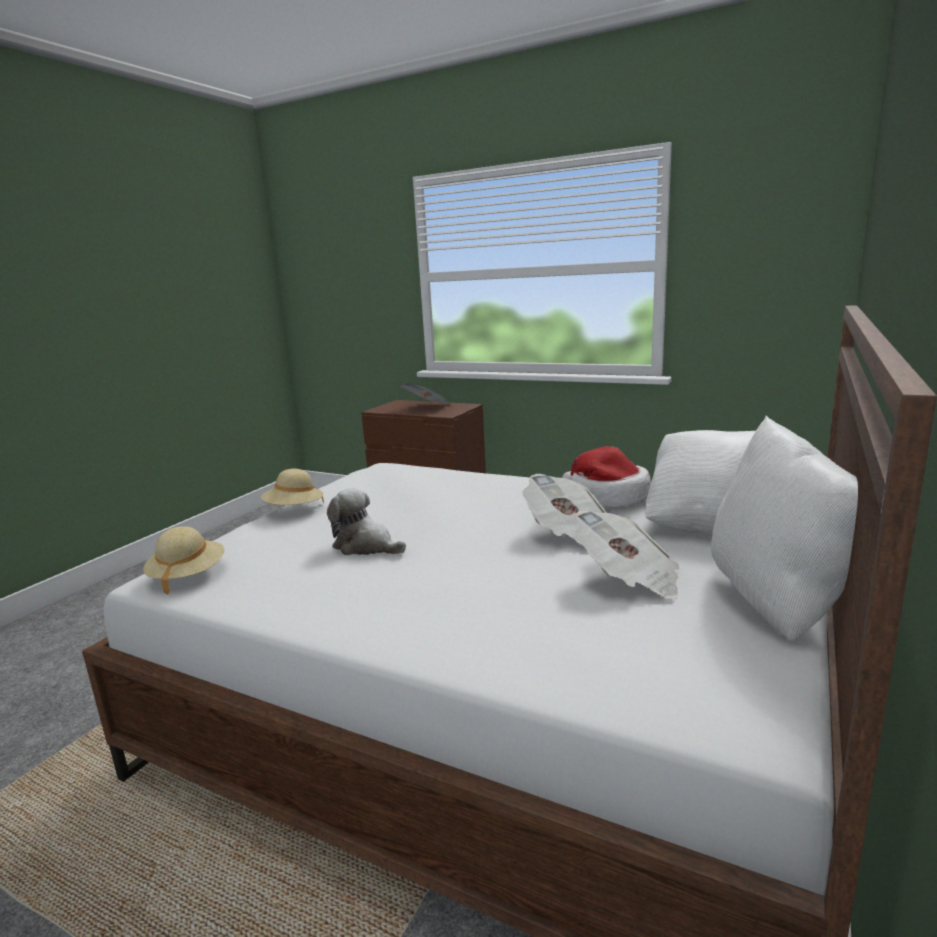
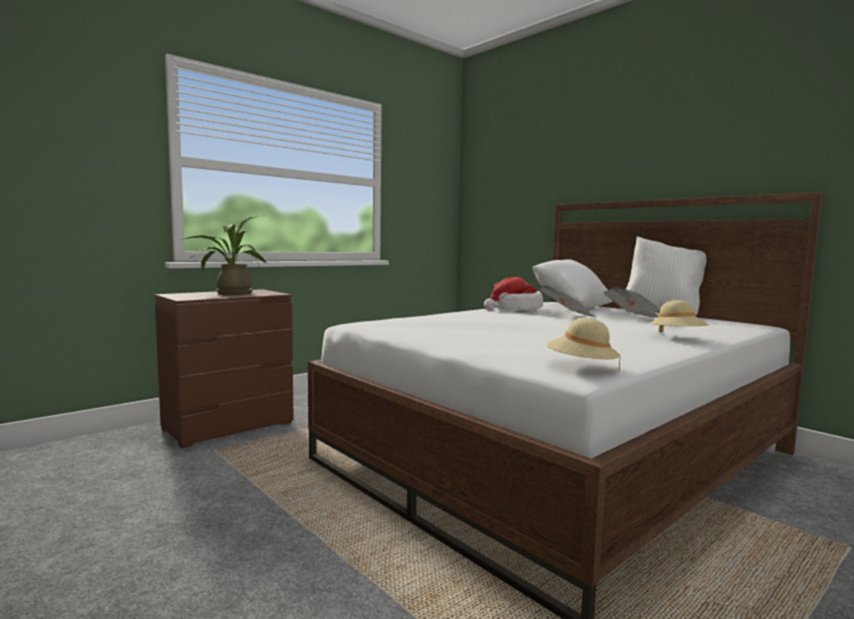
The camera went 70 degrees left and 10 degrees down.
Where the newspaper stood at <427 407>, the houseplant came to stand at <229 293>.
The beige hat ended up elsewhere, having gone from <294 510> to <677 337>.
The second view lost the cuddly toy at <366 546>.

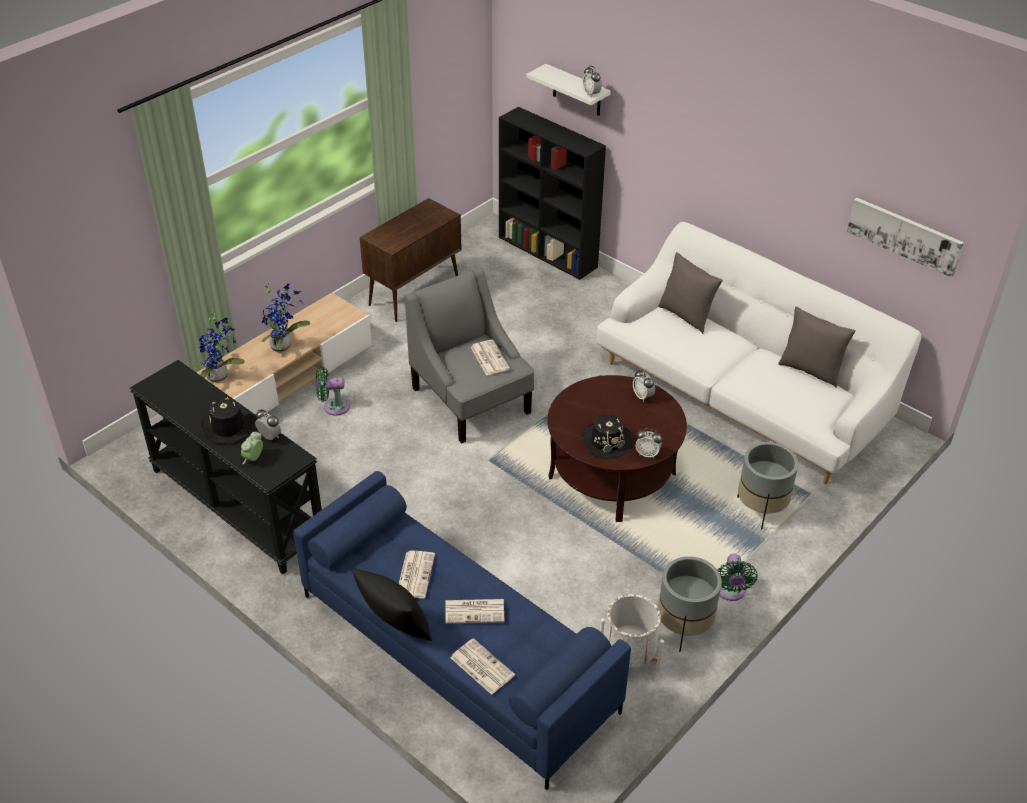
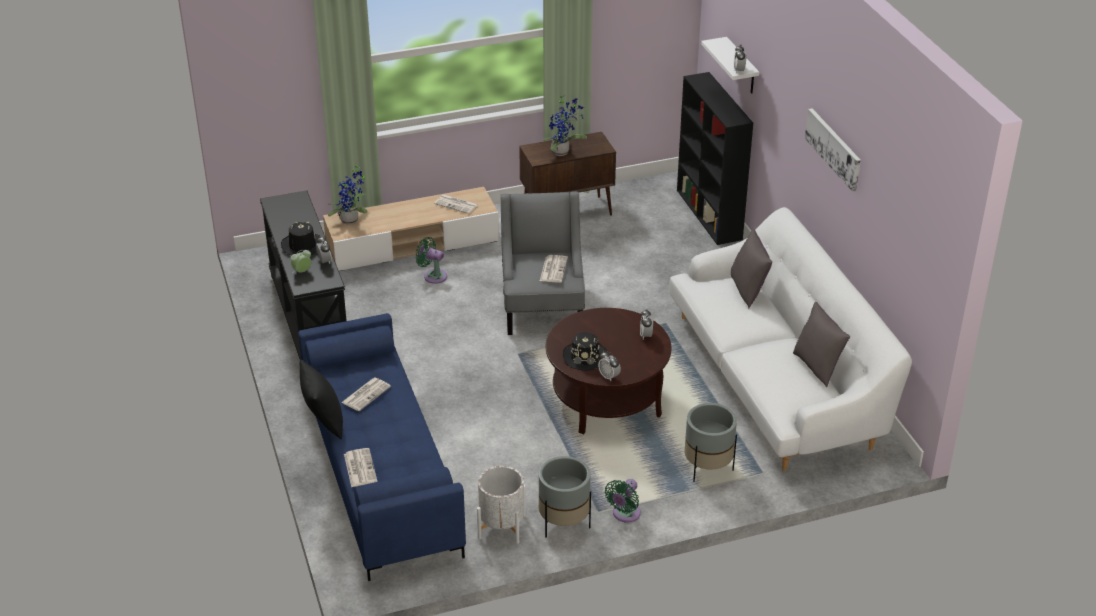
The camera went 30 degrees right and 5 degrees down.
The newspaper ended up elsewhere, having gone from <475 611> to <457 204>.
The houseplant ended up elsewhere, having gone from <283 345> to <562 152>.
The picture ended up elsewhere, having gone from <904 235> to <834 148>.

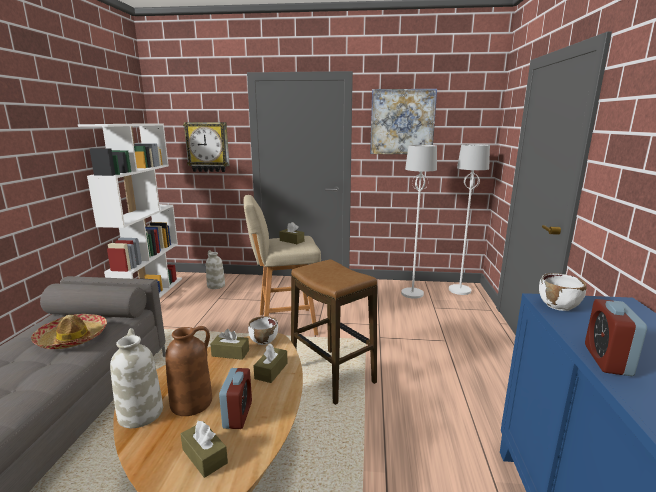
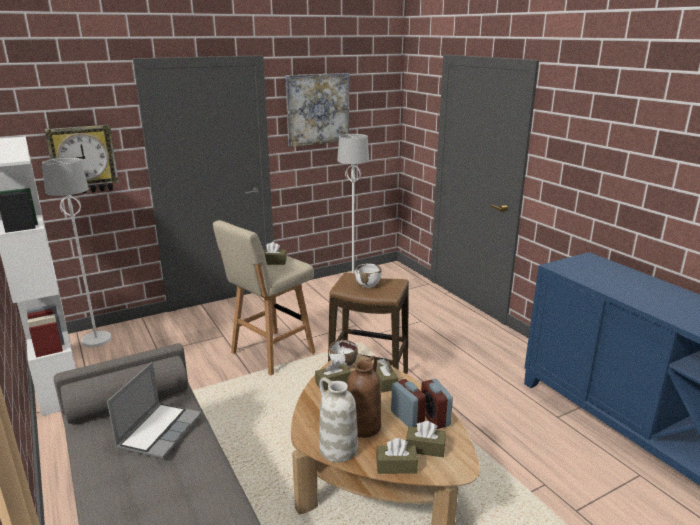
The camera went 35 degrees left and 5 degrees up.
The white standard lamp ended up elsewhere, having gone from <459 290> to <96 339>.
Where the hat stood at <72 338>, the notebook computer came to stand at <159 431>.
The white bowl ended up elsewhere, having gone from <558 305> to <368 284>.
The second view gained the brown tissue holder at <396 466>.
The alarm clock ended up elsewhere, having gone from <607 360> to <434 418>.
The second view lost the white decorative vase at <215 285>.

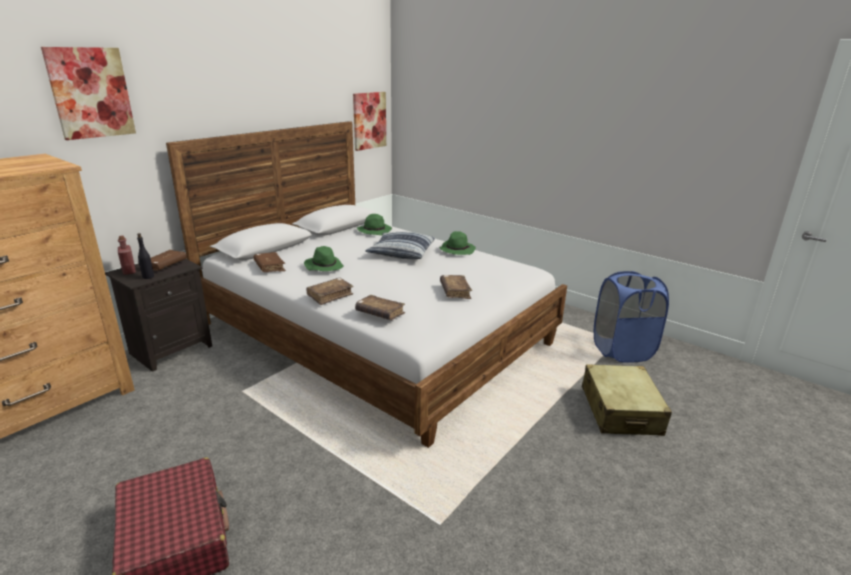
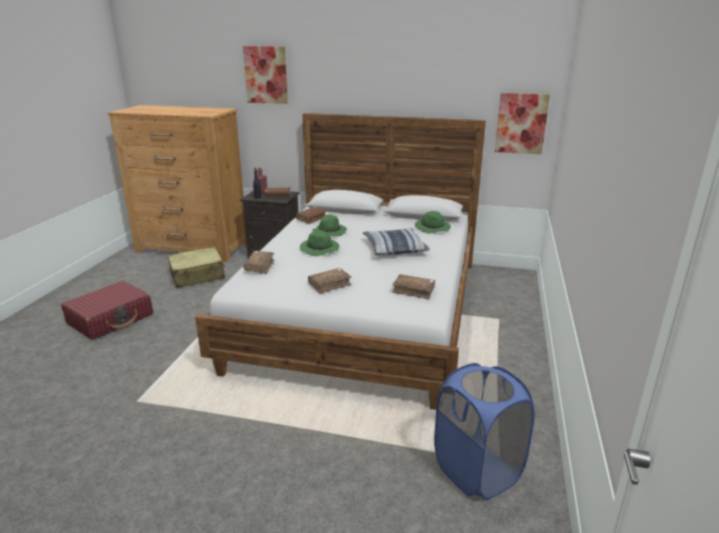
The camera went 65 degrees right and 0 degrees up.
The beige suitcase ended up elsewhere, having gone from <620 411> to <197 276>.
The green hat ended up elsewhere, having gone from <457 250> to <320 249>.
The brown book ended up elsewhere, having gone from <330 295> to <413 291>.

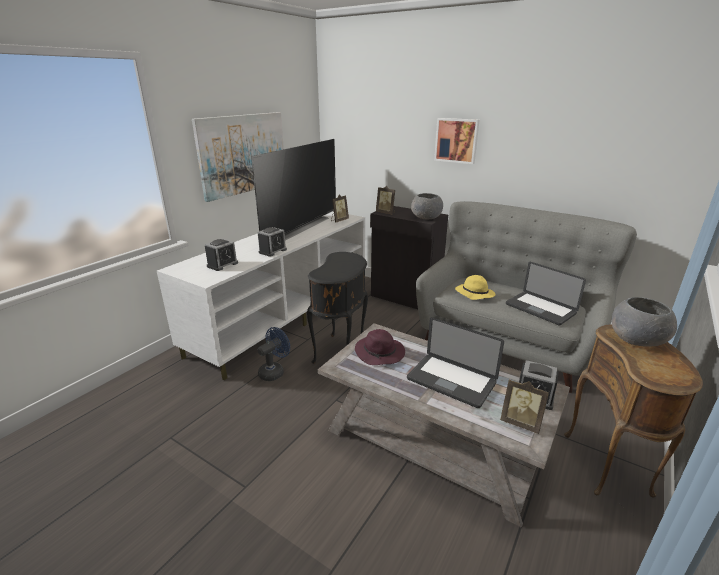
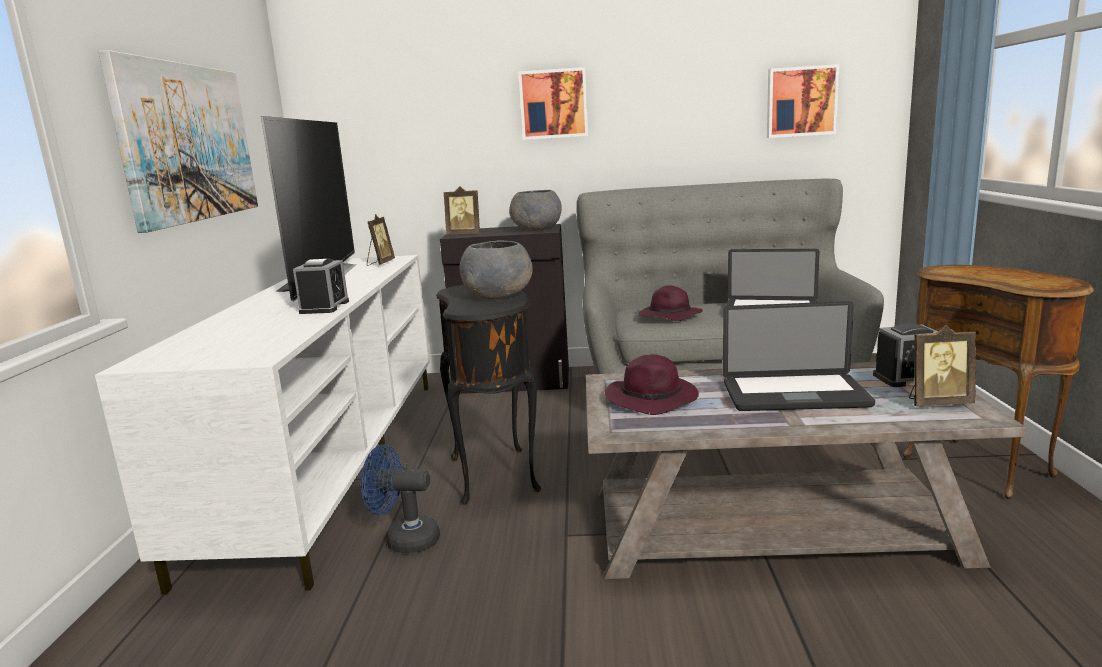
The camera went 30 degrees left and 10 degrees down.
The blue-coloured cooling fan at <274 371> ended up facing another way, 90 degrees counterclockwise from before.
The grey bowl ended up elsewhere, having gone from <638 340> to <499 295>.
What was the yellow hat at <474 293> turned into the purplish hat at <668 317>.
The second view gained the picture at <801 102>.
The second view lost the alarm clock at <222 265>.

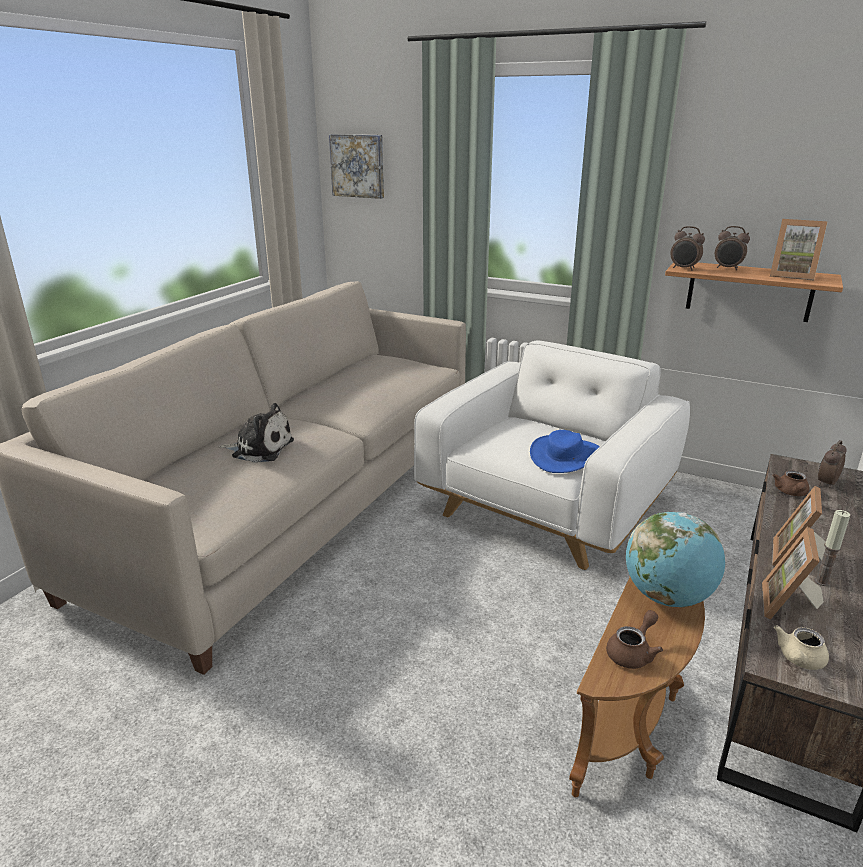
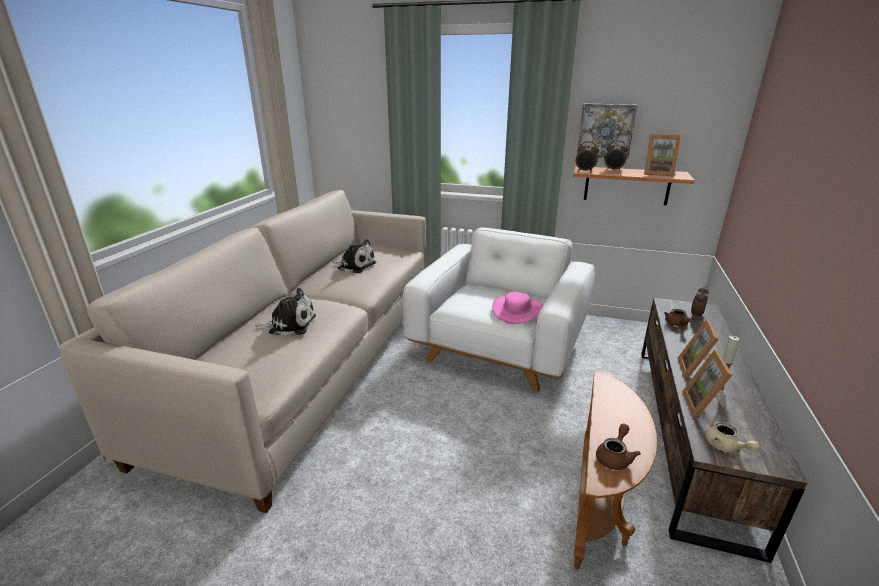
The camera went 10 degrees left and 0 degrees up.
The second view gained the cuddly toy at <355 266>.
What was the blue-coloured hat at <565 456> turned into the pink-coloured hat at <517 310>.
The picture ended up elsewhere, having gone from <358 166> to <605 130>.
The beige pot for tea at <798 660> ended up facing another way, 60 degrees counterclockwise from before.
The second view lost the globe at <667 597>.

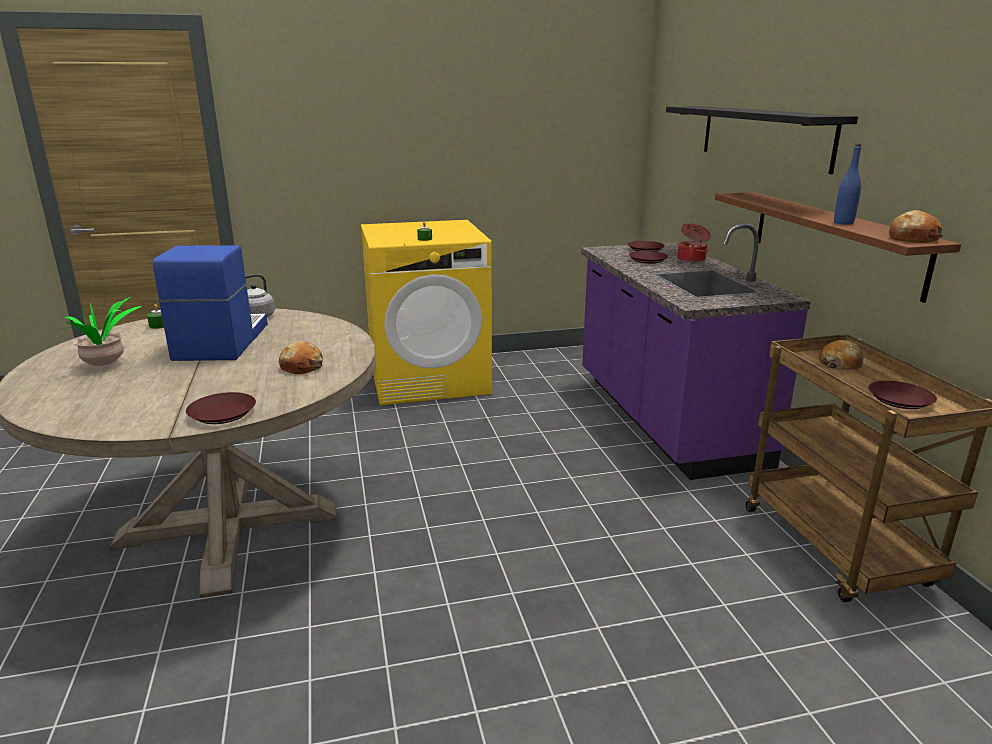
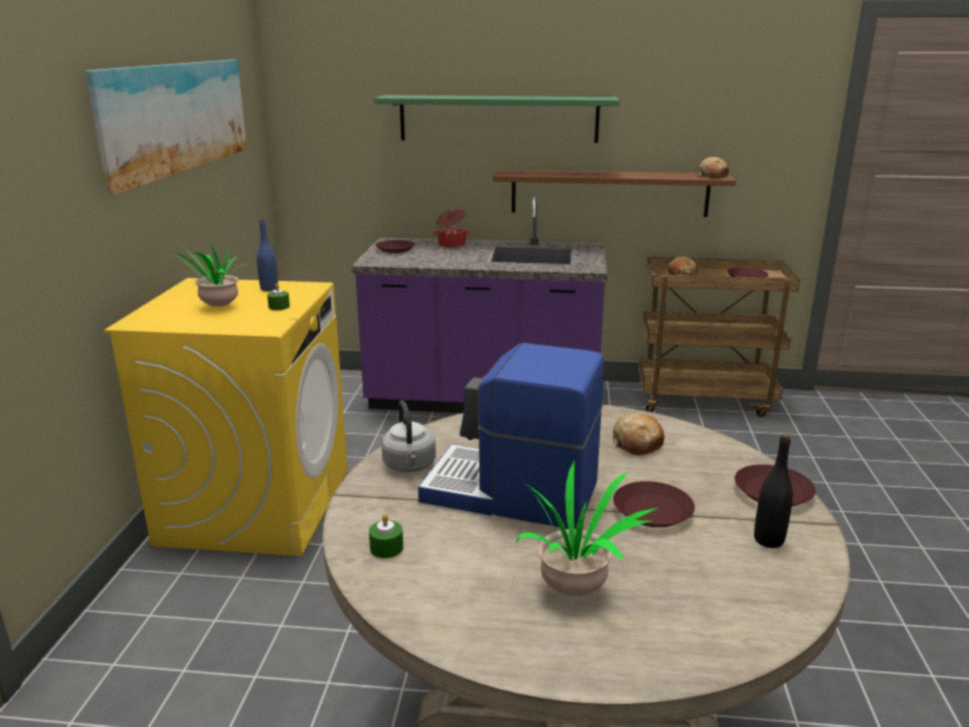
The camera went 70 degrees left and 0 degrees up.
The second view gained the picture at <174 117>.
The second view gained the houseplant at <217 307>.
The blue-coloured beverage bottle ended up elsewhere, having gone from <843 223> to <269 289>.
What was the blackish wall shelf at <763 136> turned into the green wall shelf at <498 118>.
The brown dinner plate ended up elsewhere, having gone from <647 260> to <653 511>.
The second view gained the blackish beverage bottle at <768 540>.

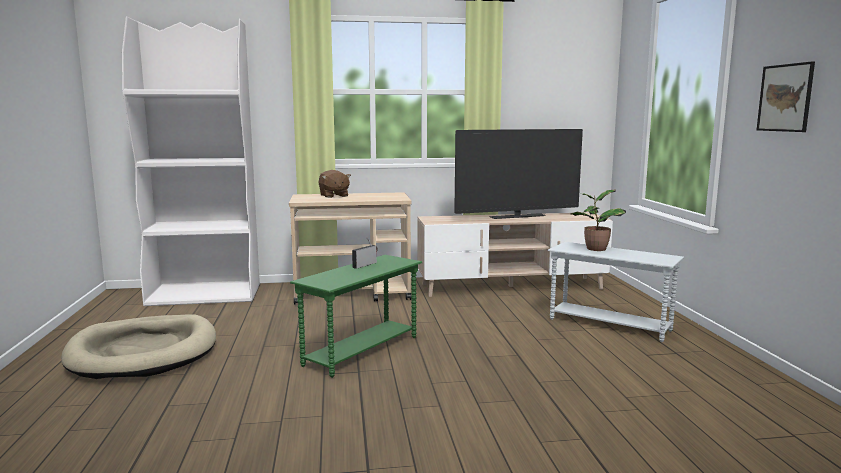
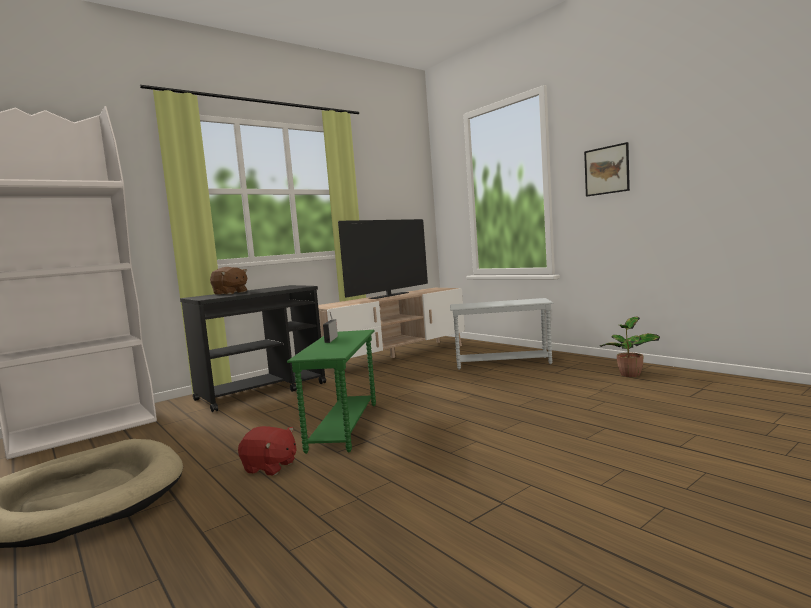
The camera went 30 degrees left and 5 degrees down.
What was the beige trolley at <353 294> turned into the blackish trolley at <262 391>.
The second view gained the red-coloured cuddly toy at <270 467>.
The houseplant ended up elsewhere, having gone from <595 249> to <630 375>.

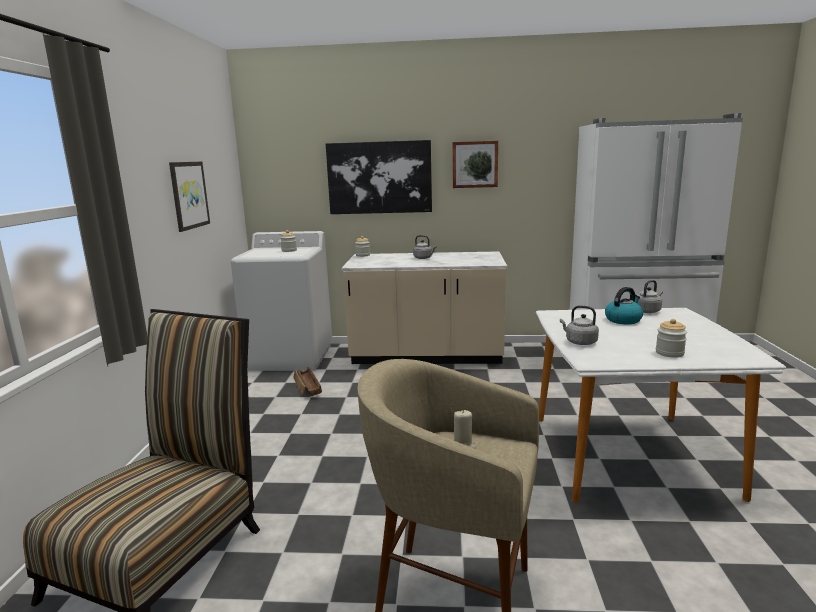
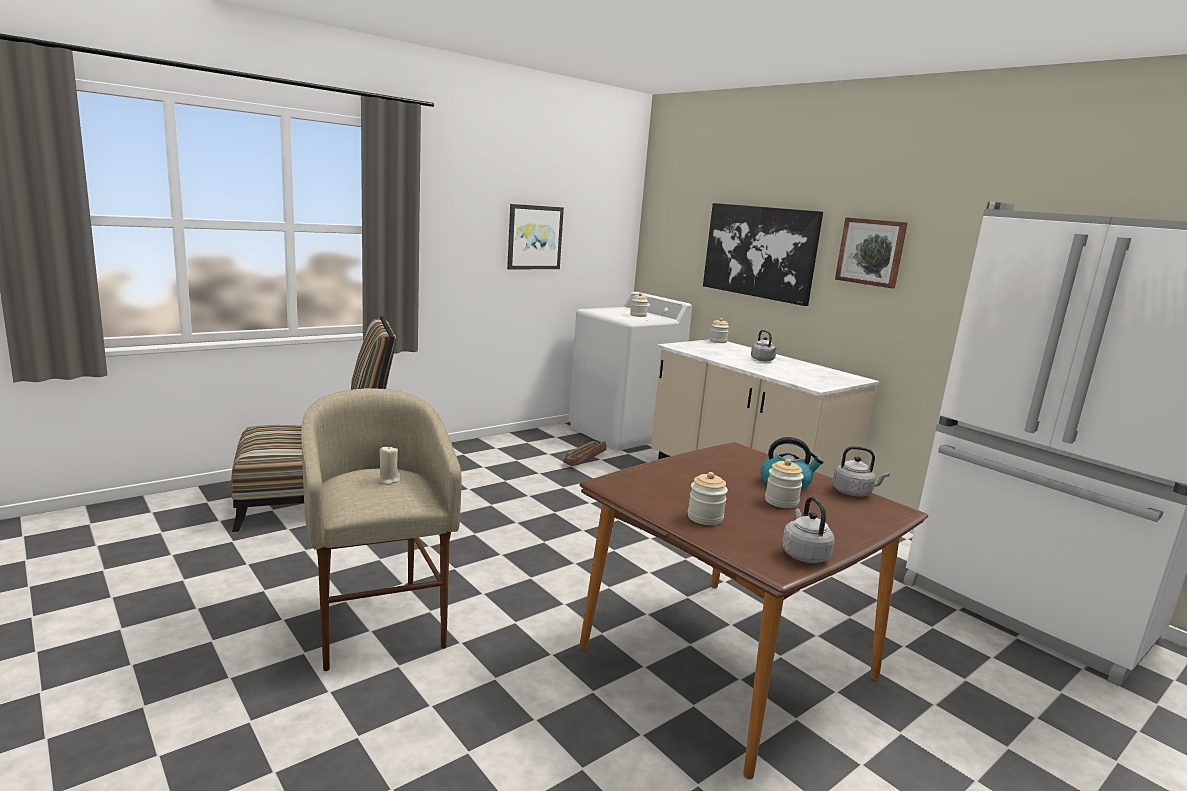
The camera went 45 degrees right and 0 degrees up.
What was the white kitchen table at <629 454> turned into the brown kitchen table at <729 663>.
The second view gained the preserve jar at <781 502>.
The grey kettle ended up elsewhere, having gone from <579 342> to <804 554>.

